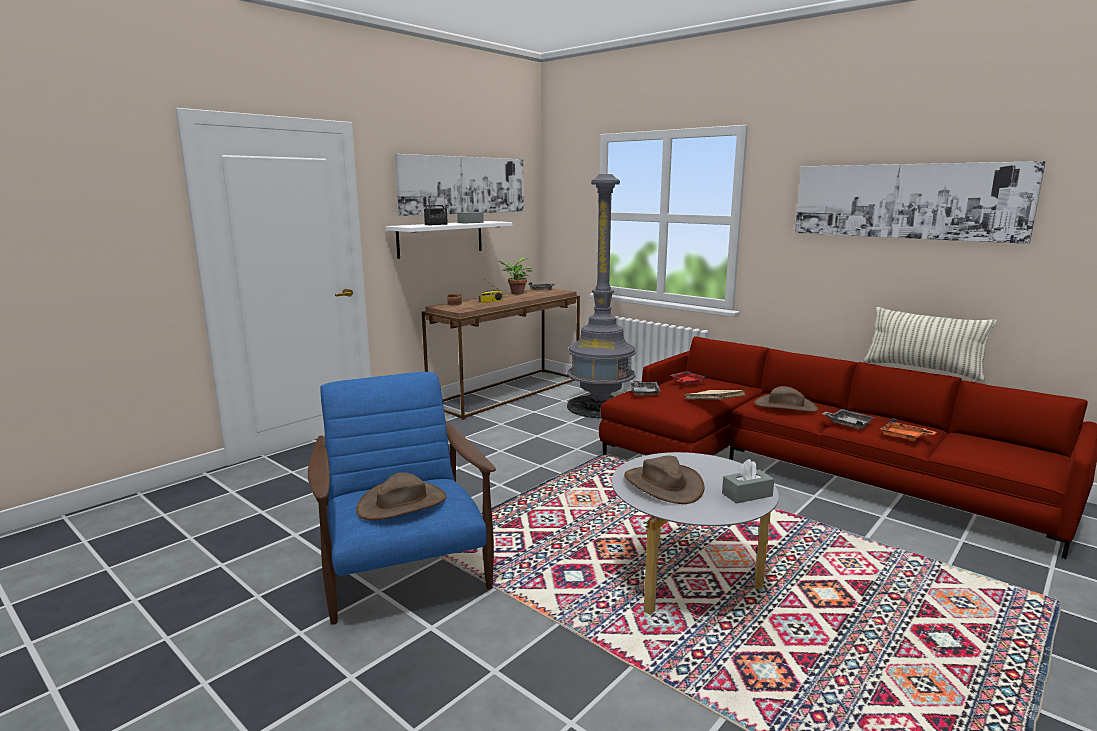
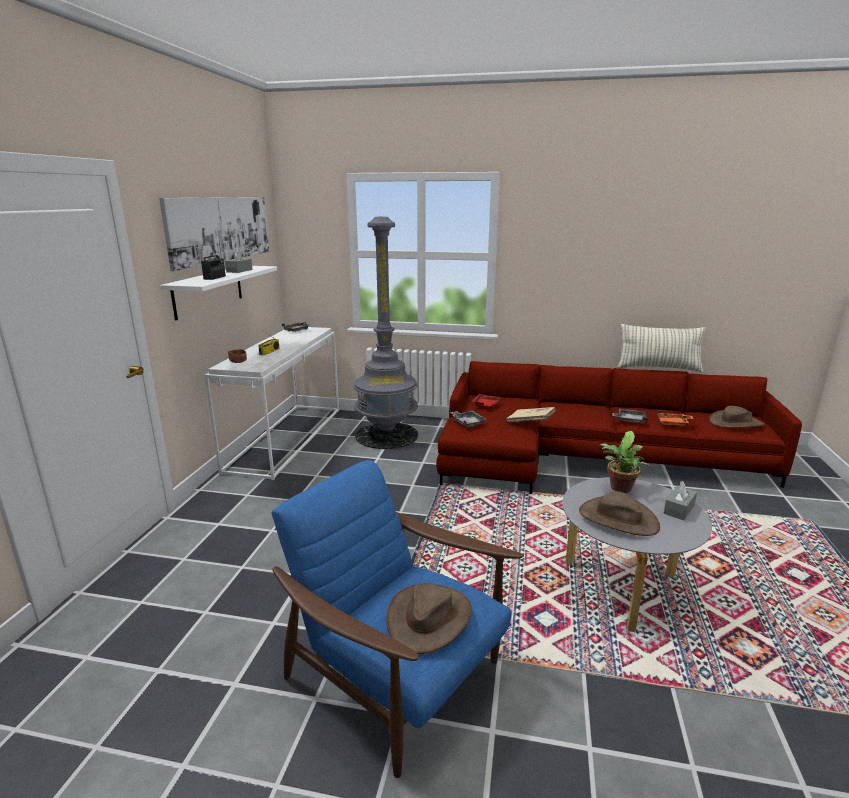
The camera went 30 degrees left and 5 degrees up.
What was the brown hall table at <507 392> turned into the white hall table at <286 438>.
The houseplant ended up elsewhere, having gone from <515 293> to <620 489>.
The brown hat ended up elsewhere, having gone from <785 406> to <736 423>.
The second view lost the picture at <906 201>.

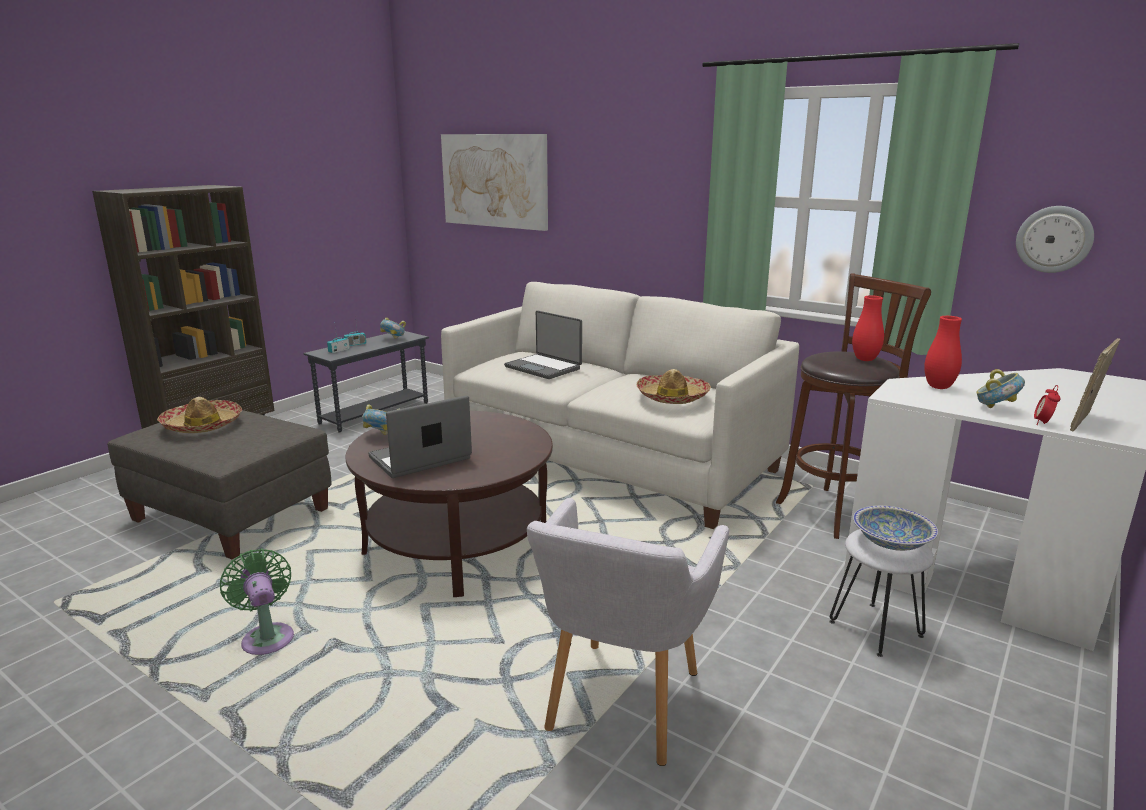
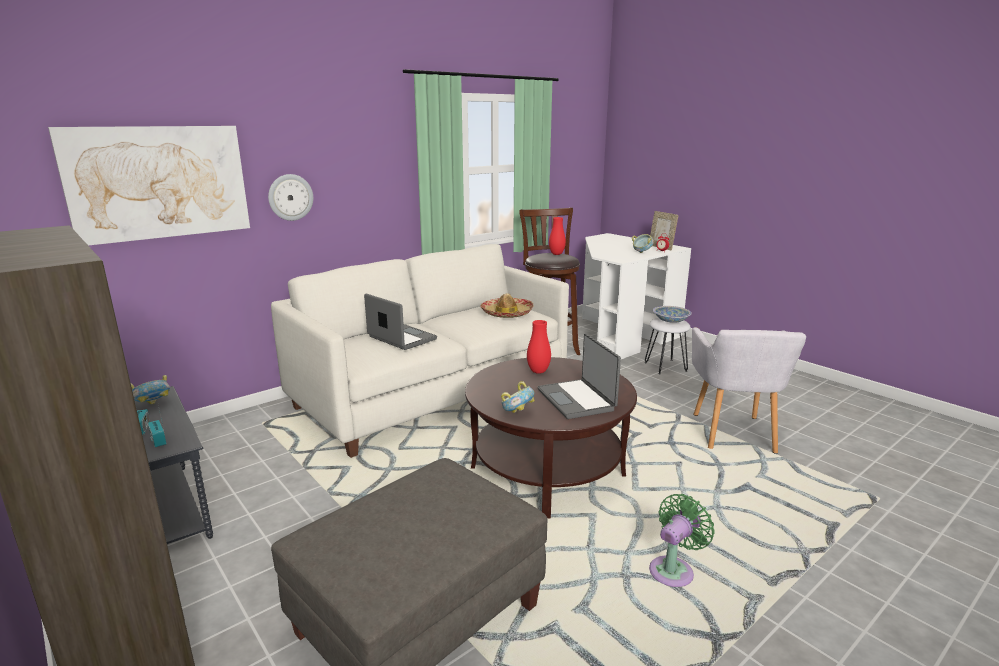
The camera went 75 degrees left and 0 degrees up.
The hanging clock ended up elsewhere, having gone from <1054 239> to <290 197>.
The notebook computer at <544 367> ended up facing another way, 105 degrees counterclockwise from before.
The red-coloured decorative vase ended up elsewhere, having gone from <938 387> to <538 371>.
The green cooling fan at <267 637> ended up facing another way, 150 degrees clockwise from before.
The grey easy chair at <620 706> ended up facing another way, 60 degrees clockwise from before.
The second view lost the hat at <202 425>.

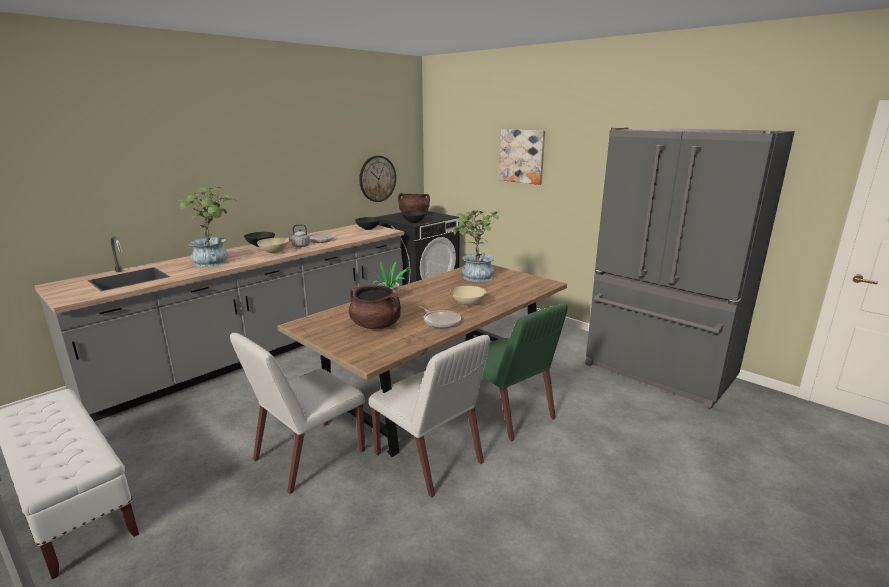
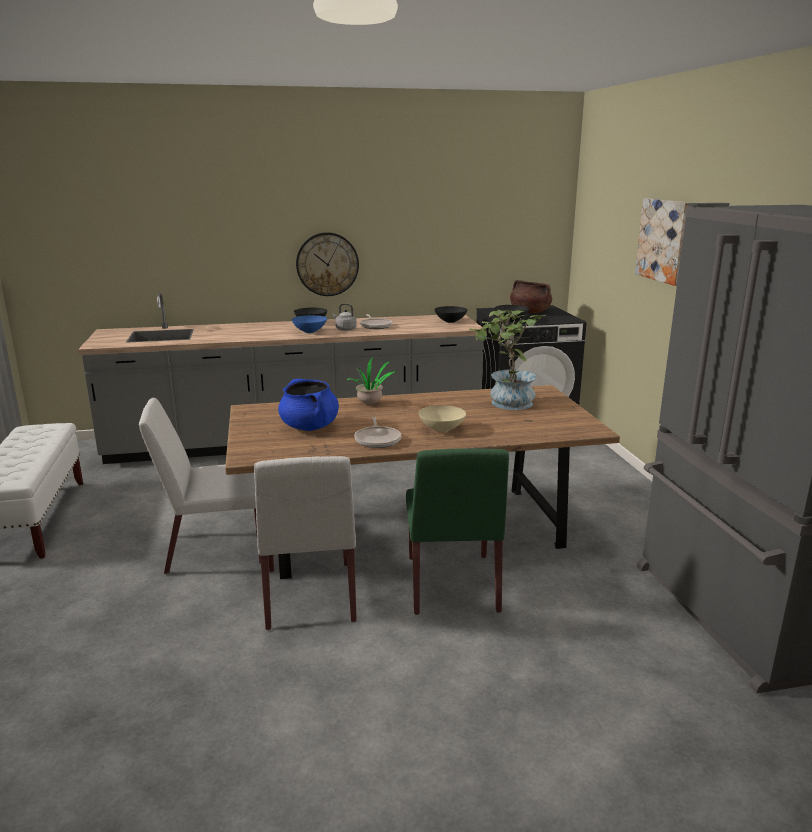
The camera went 35 degrees right and 0 degrees up.
What was the brown stockpot at <376 325> turned into the blue-coloured stockpot at <310 427>.
What was the beige bowl at <274 252> turned into the blue-coloured bowl at <309 332>.
The hanging clock ended up elsewhere, having gone from <377 178> to <327 264>.
The second view lost the houseplant at <215 263>.

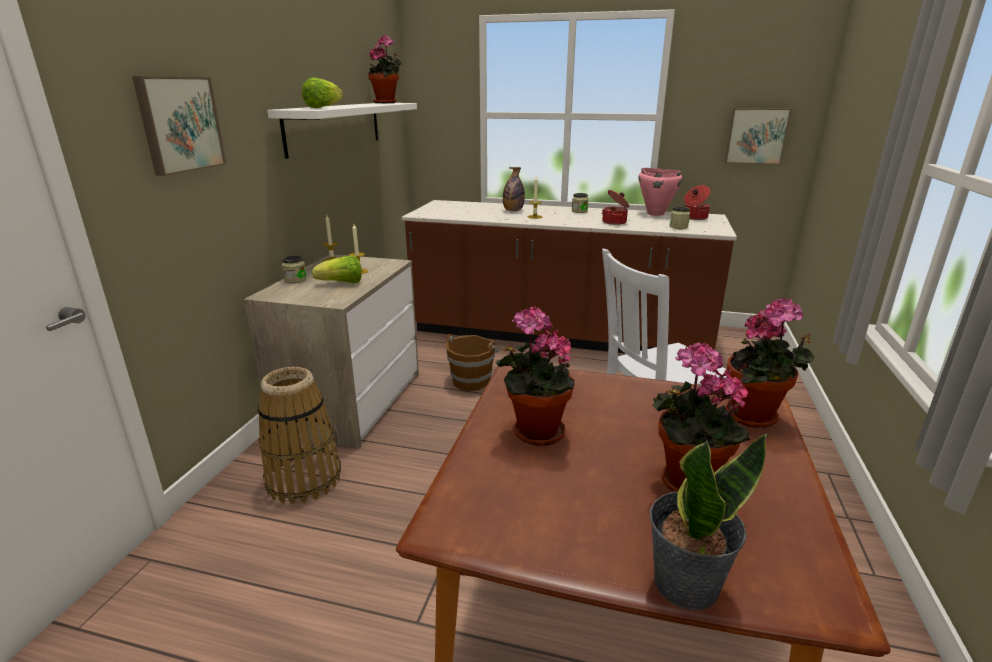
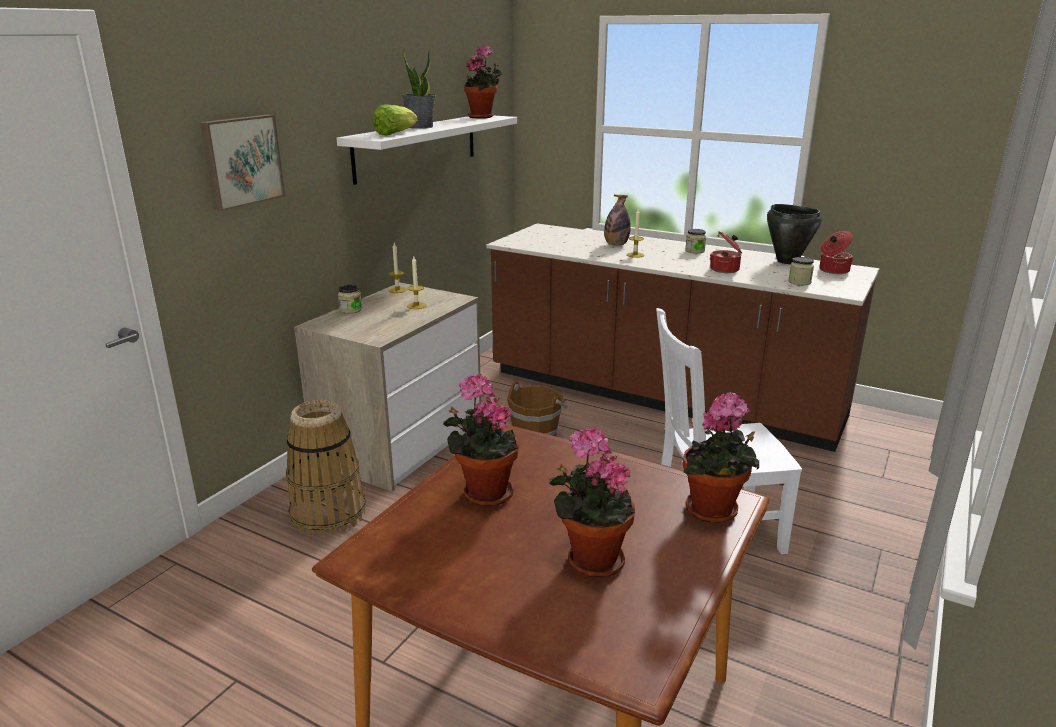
The camera went 15 degrees right and 0 degrees up.
The houseplant ended up elsewhere, having gone from <685 582> to <420 127>.
What was the pink-coloured stockpot at <655 214> turned into the blackish stockpot at <787 261>.
The second view lost the lettuce head at <341 283>.
The second view lost the picture at <756 136>.

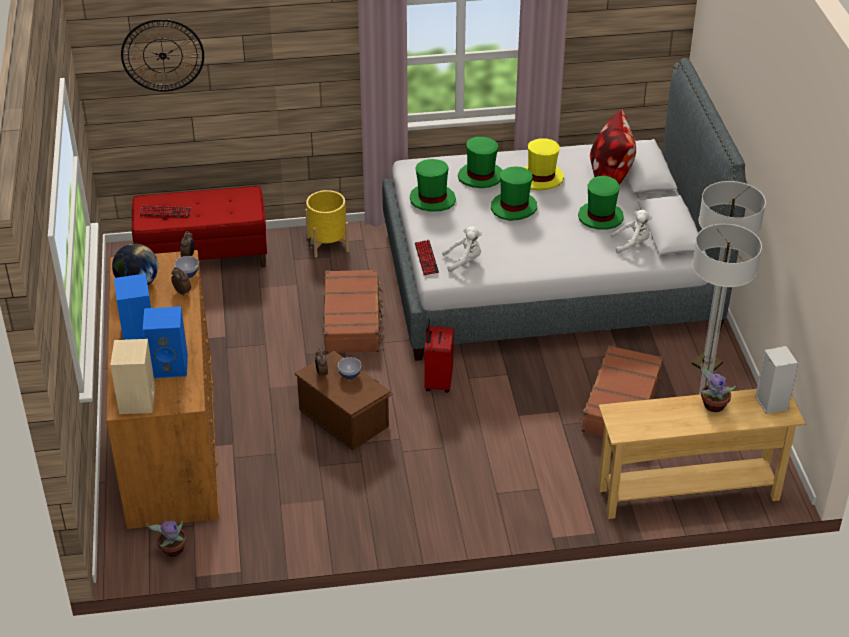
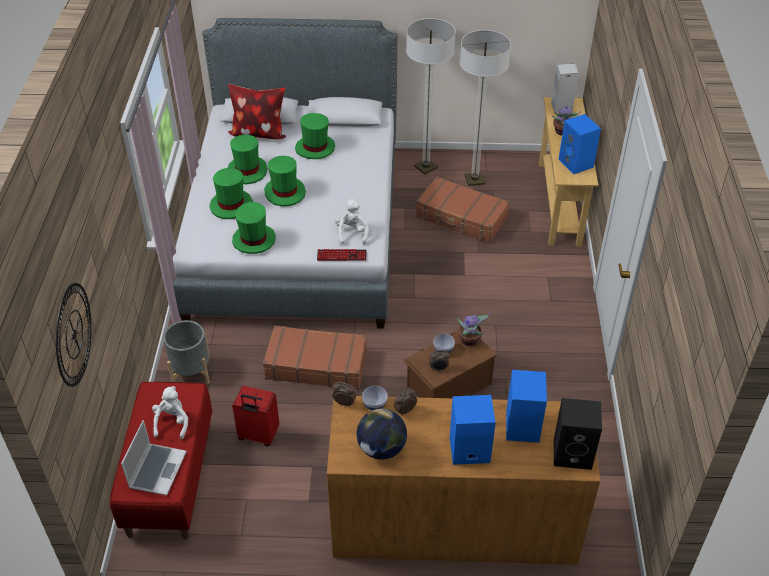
The camera went 80 degrees left and 5 degrees up.
Where the computer keyboard stood at <165 212>, the notebook computer came to stand at <157 469>.
The white cuddly toy ended up elsewhere, having gone from <632 244> to <172 422>.
What was the yellow flower pot at <327 244> turned into the grey flower pot at <191 371>.
What was the yellow hat at <541 178> turned into the green hat at <247 171>.
The red-coloured suitcase ended up elsewhere, having gone from <437 382> to <258 435>.
The houseplant ended up elsewhere, having gone from <172 550> to <470 341>.
What was the beige loudspeaker at <138 401> turned into the blackish loudspeaker at <573 453>.
The second view gained the blue-coloured loudspeaker at <577 163>.

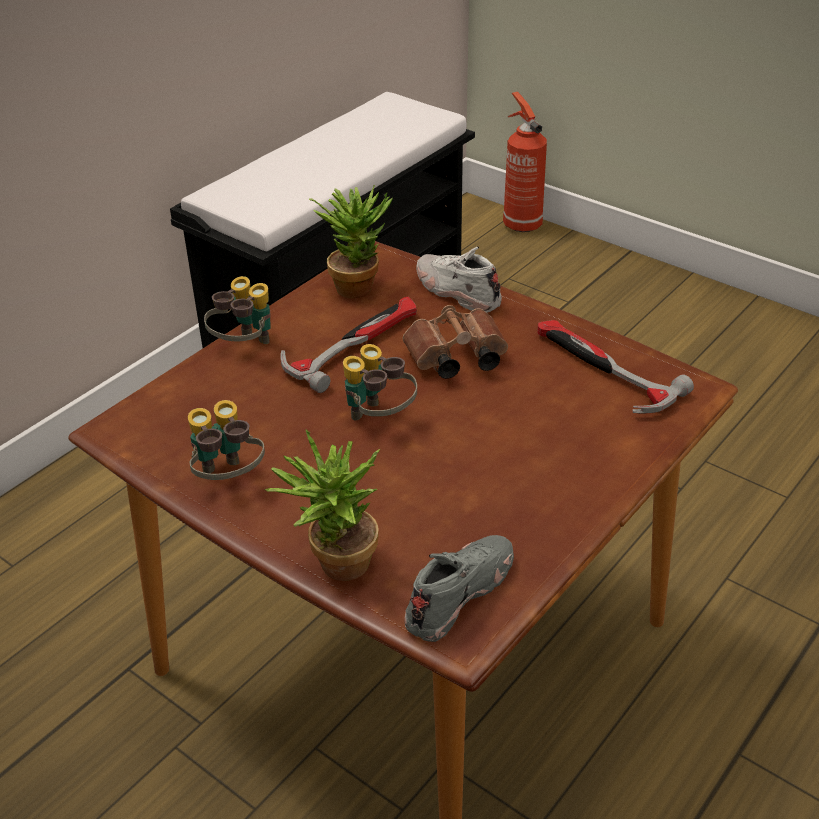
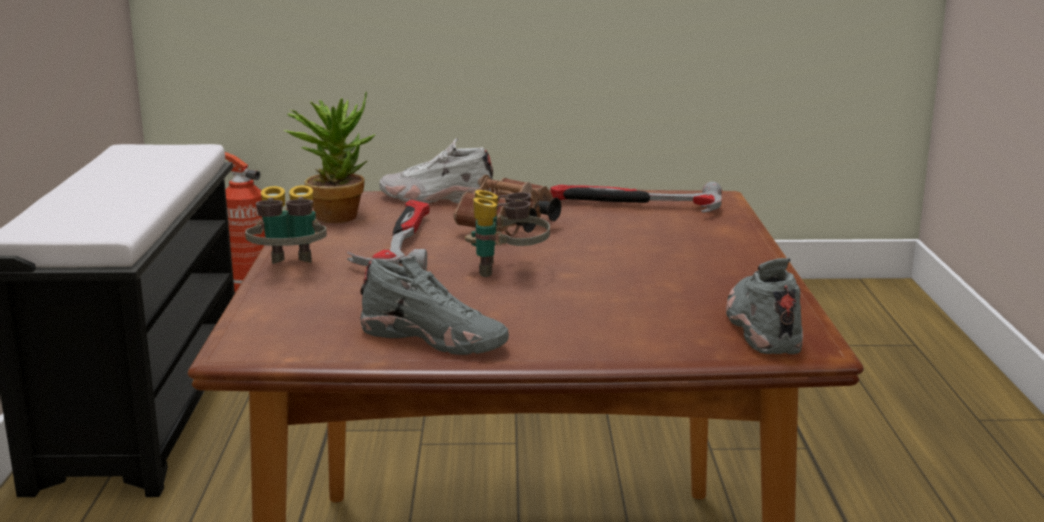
The camera went 40 degrees left and 20 degrees down.
Where the pair of binoculars stood at <228 479>, the grey low shoe came to stand at <435 338>.
The second view lost the houseplant at <334 565>.

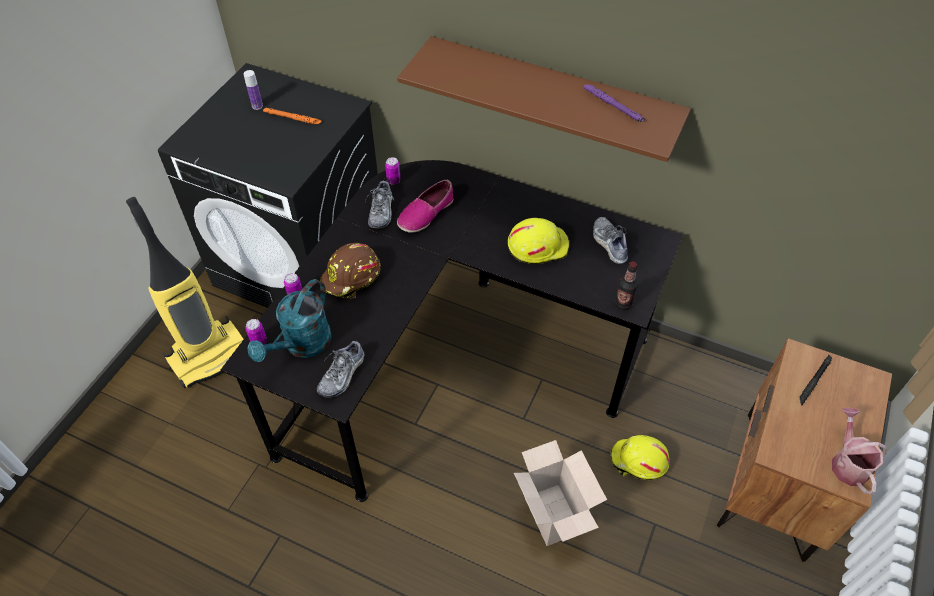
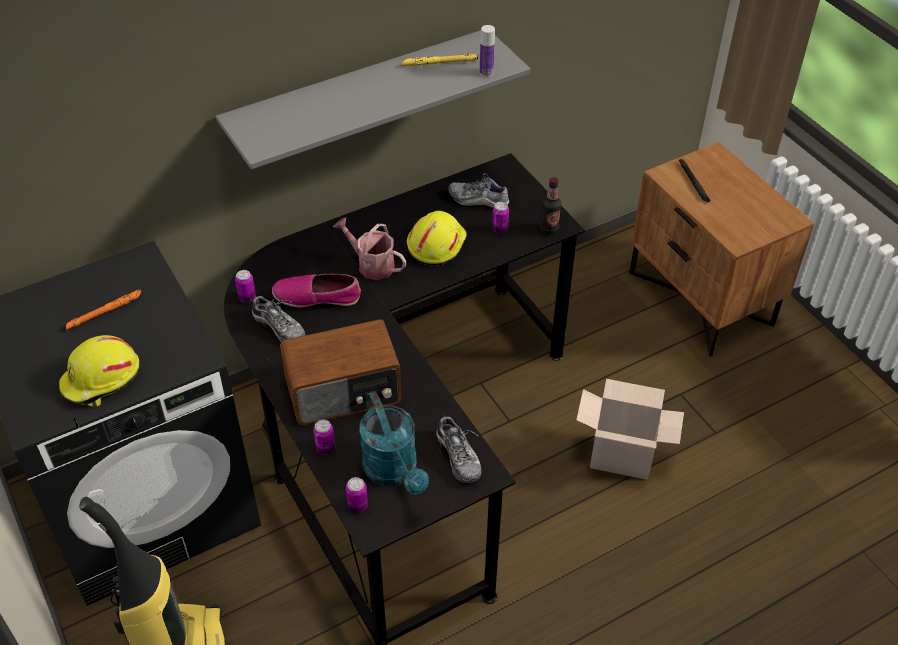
The camera went 55 degrees left and 5 degrees down.
The yellow hard hat ended up elsewhere, having gone from <638 461> to <101 380>.
What was the brown wall shelf at <552 94> turned into the grey wall shelf at <359 97>.
The low shoe at <426 213> ended up facing another way, 105 degrees clockwise from before.
Where the brown hard hat stood at <352 278>, the radio receiver came to stand at <344 392>.
The sprinkling can ended up elsewhere, having gone from <848 463> to <371 264>.
What was the purplish flashlight at <612 105> turned into the yellow flashlight at <440 63>.
The beverage bottle ended up elsewhere, having gone from <257 106> to <486 72>.
The second view gained the can at <500 229>.

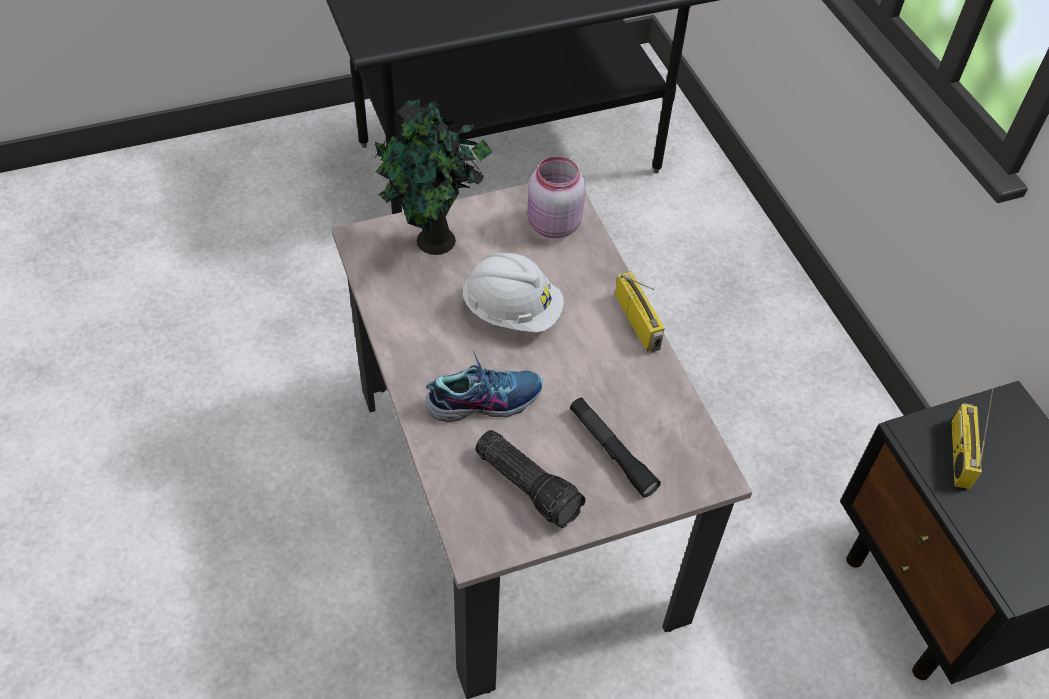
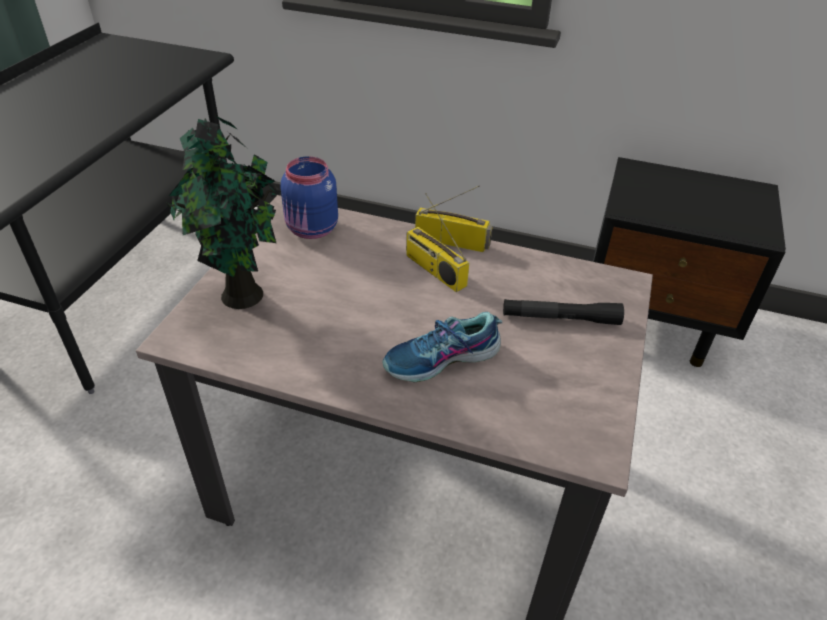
The camera went 50 degrees left and 10 degrees down.
What was the pink-coloured preserve jar at <552 225> turned into the blue-coloured preserve jar at <312 230>.
The low shoe at <484 400> ended up facing another way, 135 degrees counterclockwise from before.
The radio receiver ended up elsewhere, having gone from <959 452> to <433 270>.
The second view lost the white hard hat at <512 311>.
The second view lost the flashlight at <529 485>.

